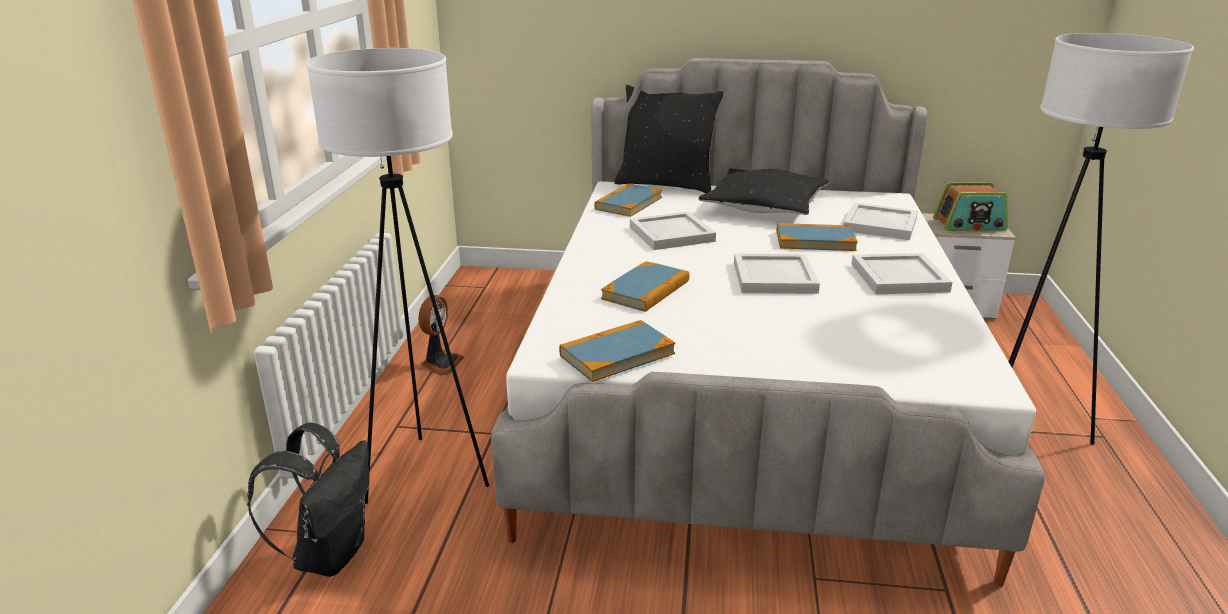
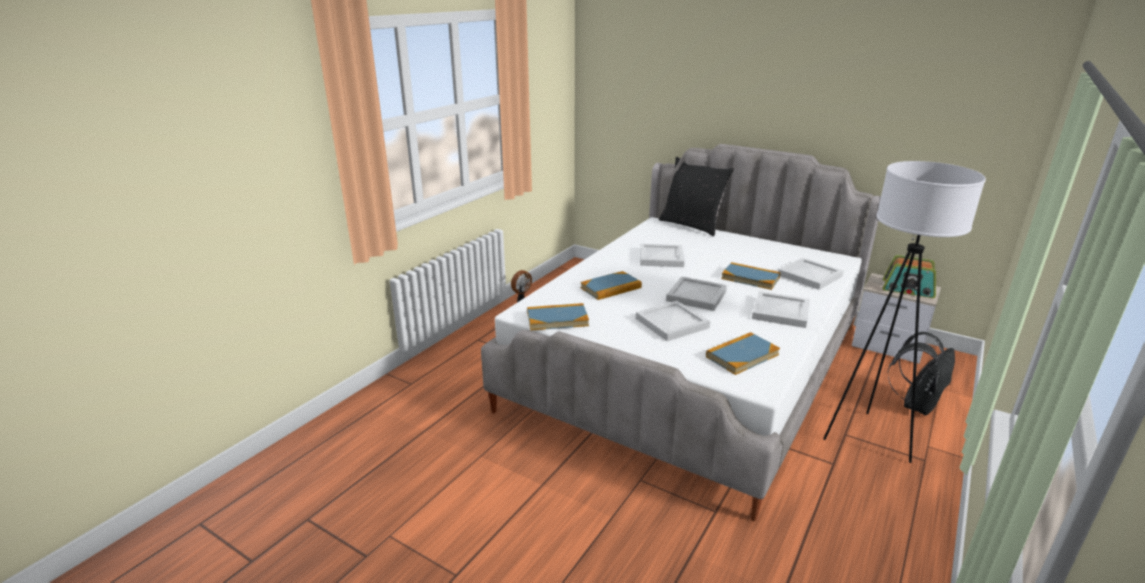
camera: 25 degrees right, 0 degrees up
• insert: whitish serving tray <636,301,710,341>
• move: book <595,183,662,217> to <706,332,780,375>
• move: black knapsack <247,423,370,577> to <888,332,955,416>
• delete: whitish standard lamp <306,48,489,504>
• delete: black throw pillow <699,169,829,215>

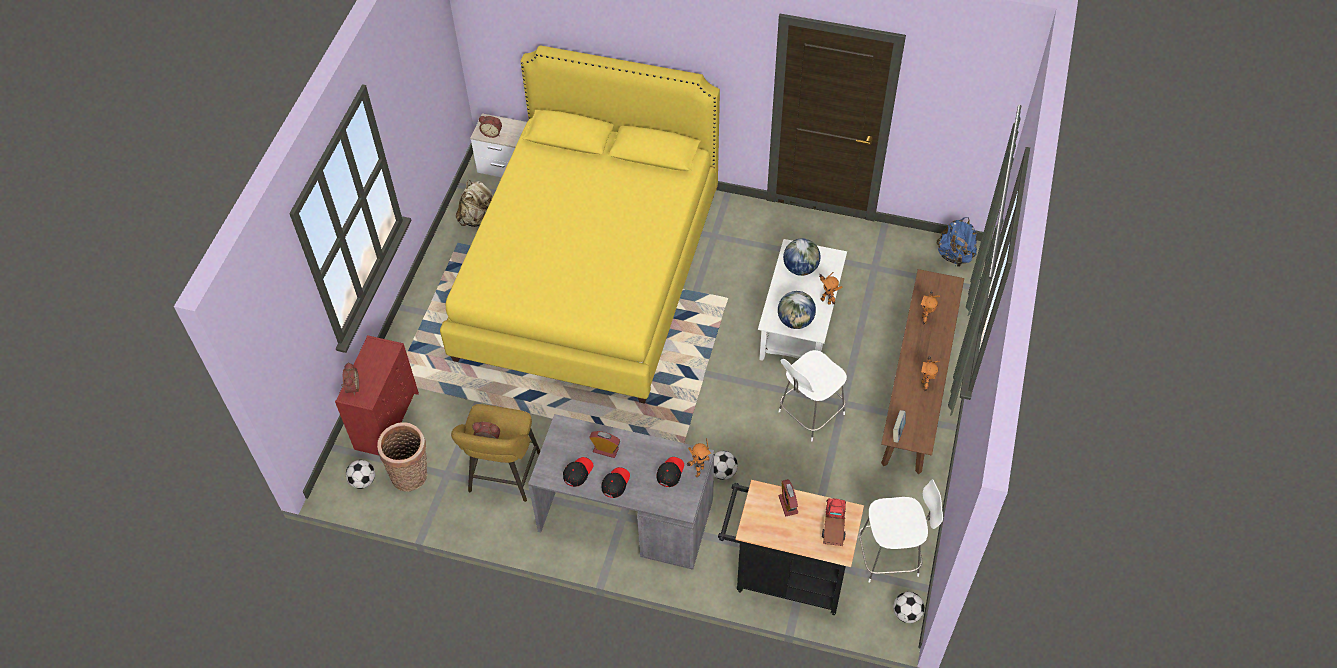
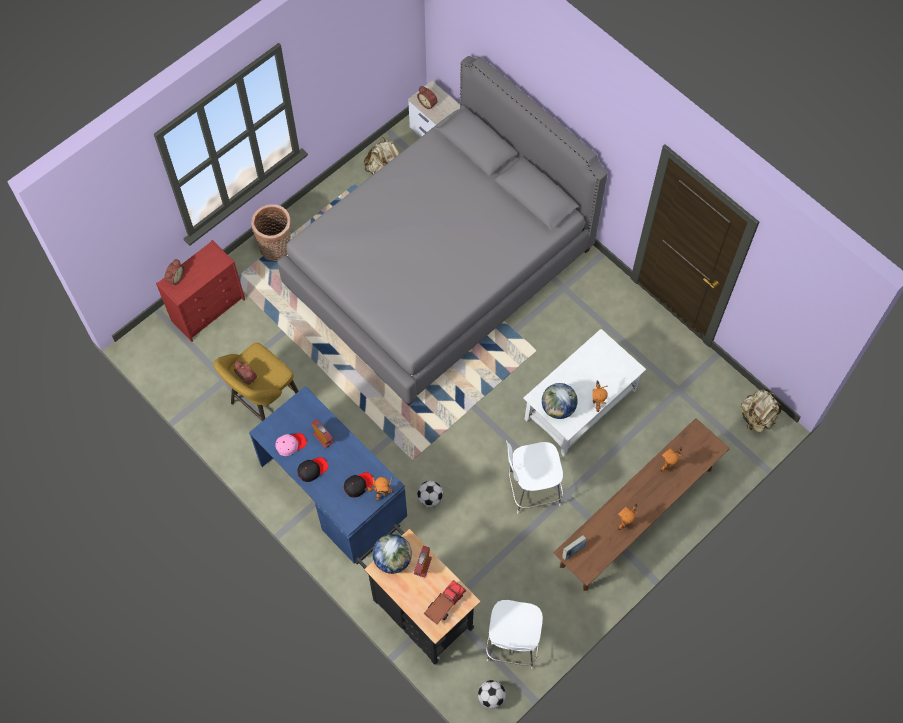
camera: 30 degrees right, 10 degrees up
• recolor: greyish desk <528,414,714,570> to blue-coloured desk <249,386,407,563>
• move: storage basket <377,422,427,492> to <251,204,291,261>
• recolor: black baseball cap <563,457,594,487> to pink-coloured baseball cap <275,433,307,456>
• recolor: yellow-coloured sleeping bed <440,45,720,404> to greyish sleeping bed <277,56,608,406>
• move: globe <783,238,821,276> to <372,534,412,574>
• rotate: whitish upright chair <858,479,943,583> = <486,600,543,669> 75 degrees clockwise
• recolor: blue-coloured knapsack <937,217,977,266> to sand-coloured knapsack <741,389,782,432>
• delete: ball for football <346,460,375,489>

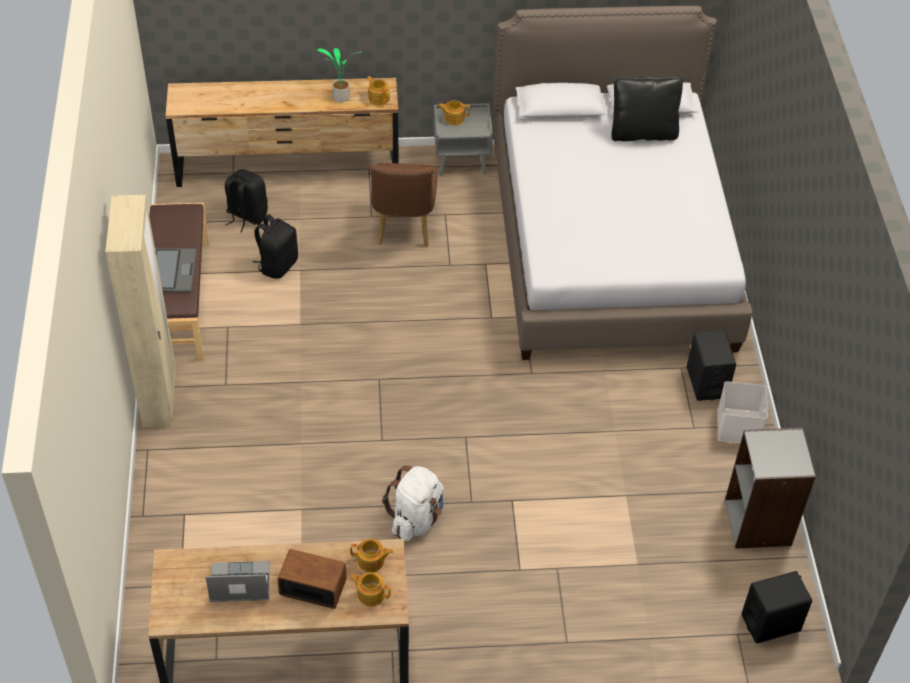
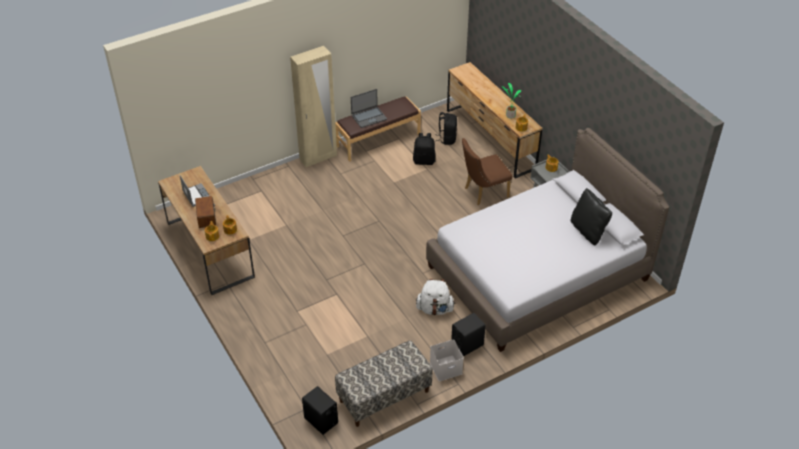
camera: 65 degrees right, 5 degrees down
• replace: greyish shelving unit <725,427,816,549> to bench <335,340,433,427>
• move: whitish knapsack <382,466,444,541> to <416,279,455,315>

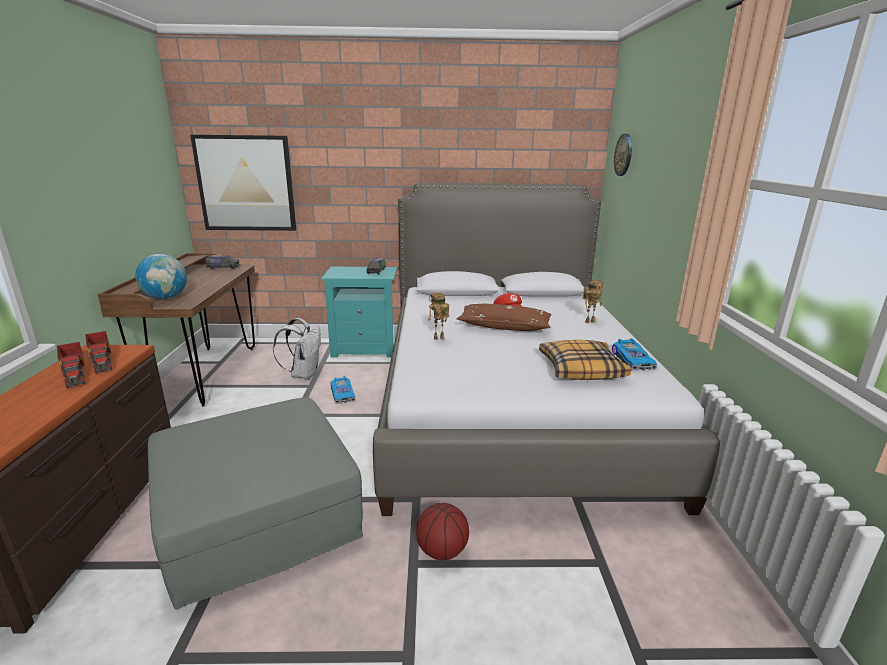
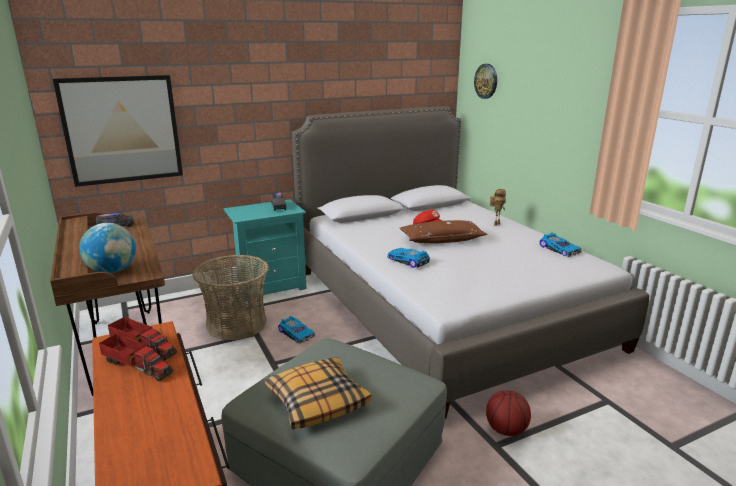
camera: 25 degrees left, 0 degrees up
• replace: whitish knapsack <273,318,321,380> to storage basket <192,255,269,340>
• move: throw pillow <539,340,632,380> to <265,358,371,429>
• replace: robot figure <428,292,449,340> to toy car <387,248,430,268>

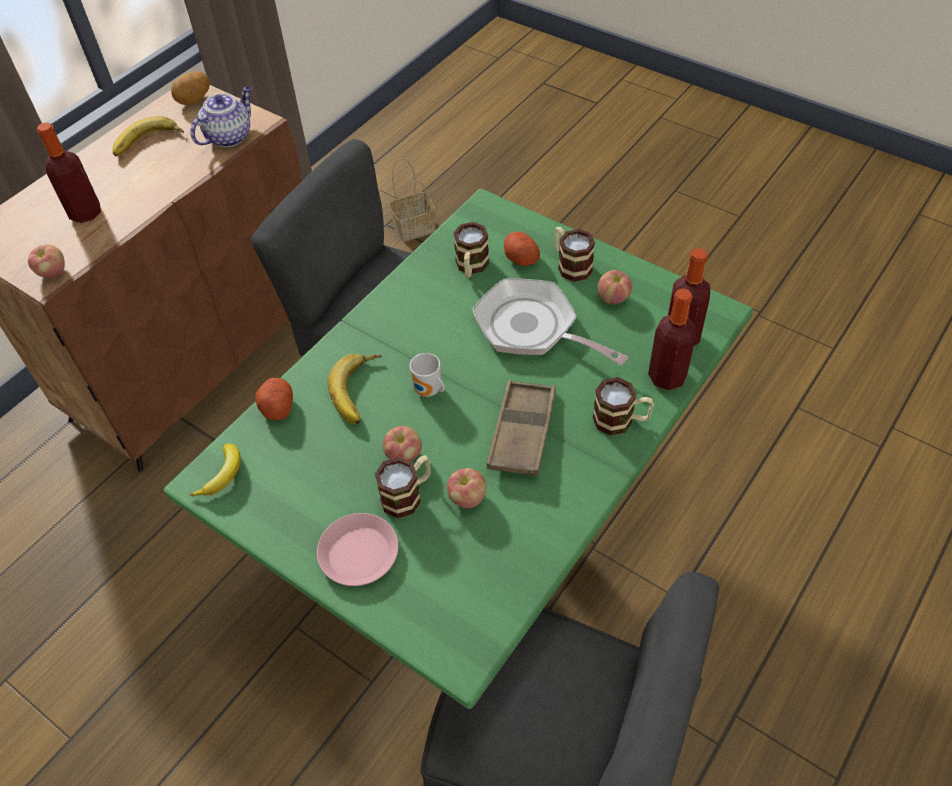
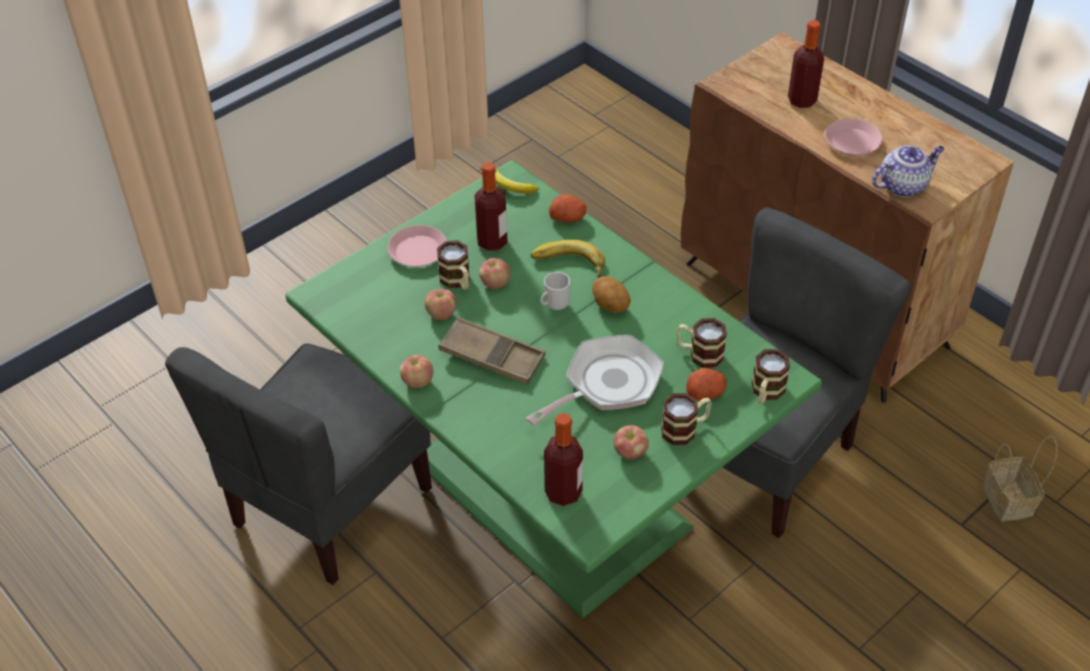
camera: 100 degrees right, 5 degrees down
• move: whole apple <28,245,65,278> to <400,355,433,388>
• move: beverage bottle <648,288,697,390> to <474,162,508,251>
• move: whole potato <171,71,210,105> to <592,276,631,313>
• move: mug <593,377,654,436> to <752,349,790,404>
• insert: pink-coloured plate <825,118,882,156>
• rotate: pot for tea <190,86,252,147> = <872,145,945,197> 75 degrees counterclockwise
• delete: banana <113,116,184,157>

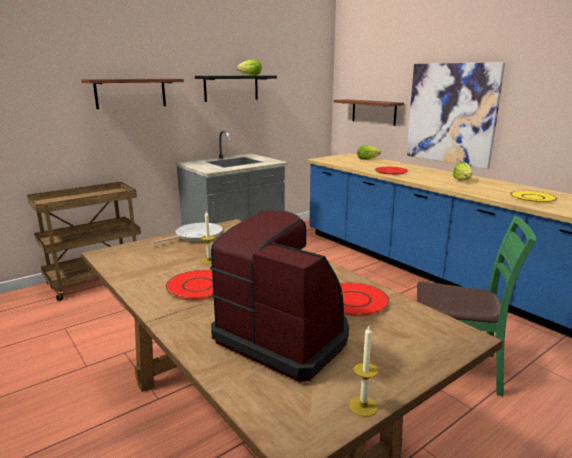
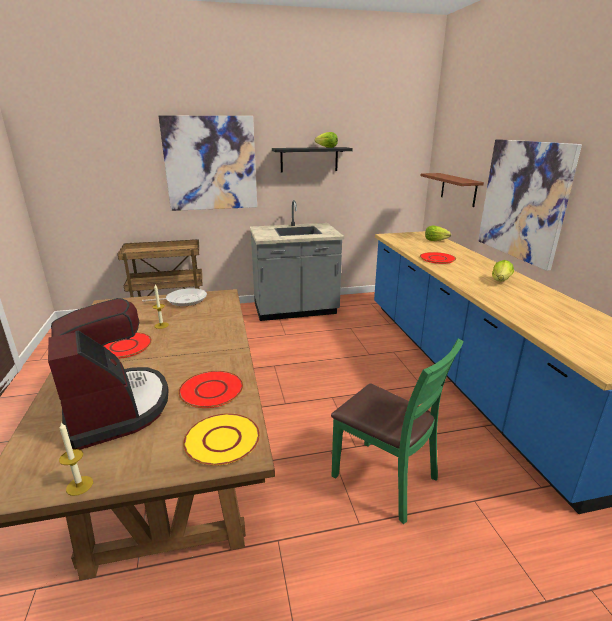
camera: 25 degrees right, 5 degrees up
• replace: brown bracket shelf <81,79,184,109> to wall art <159,116,257,211>
• move: yellow-coloured plate <510,191,557,203> to <183,413,260,465>

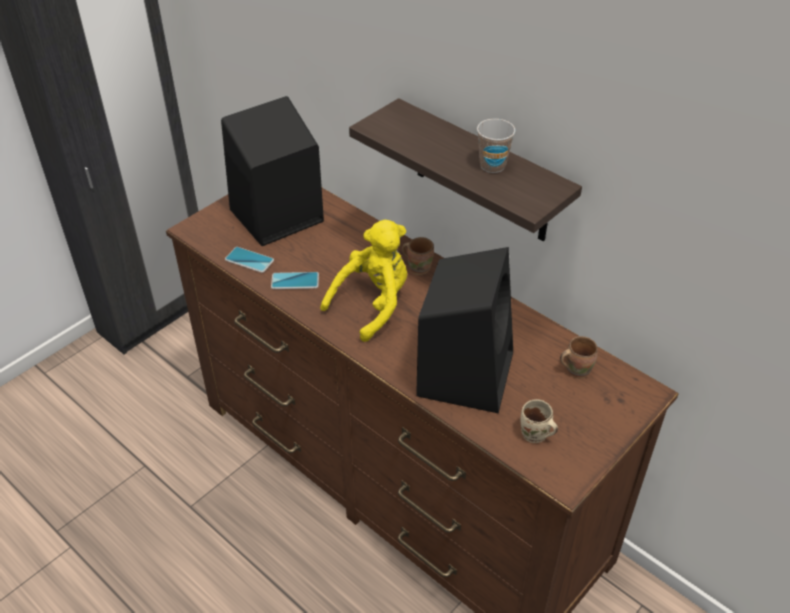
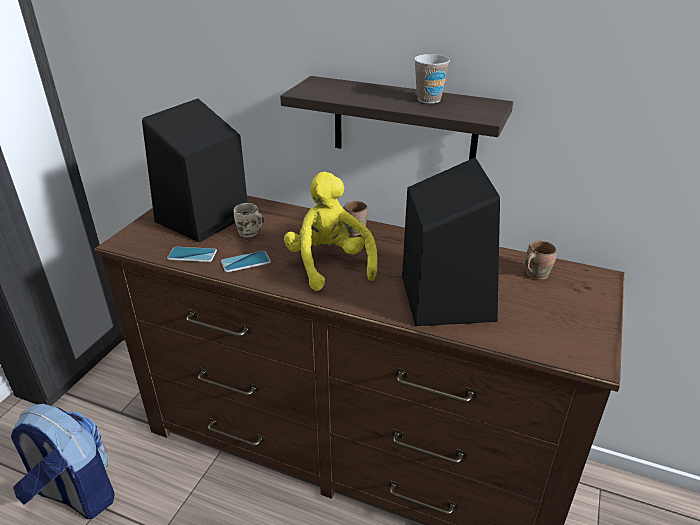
camera: 20 degrees left, 10 degrees down
• insert: knapsack <11,404,115,519>
• move: sand-coloured mug <520,399,558,443> to <234,203,264,238>
• rotate: yellow-coloured plush toy <320,219,407,342> = <284,172,377,291> 45 degrees counterclockwise

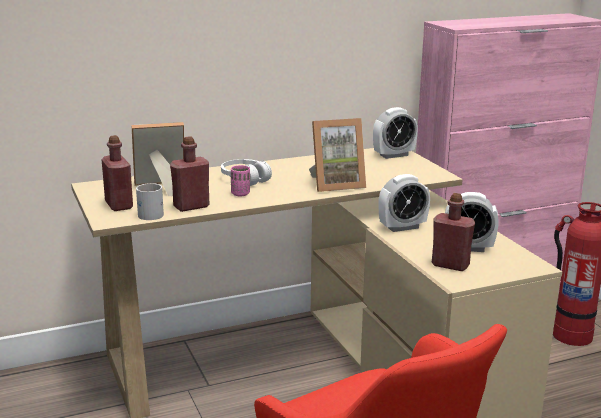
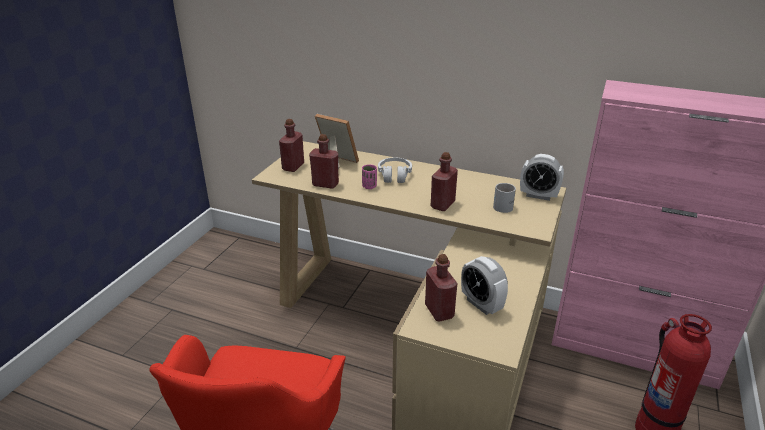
camera: 45 degrees right, 10 degrees up
• replace: photo frame <309,118,366,192> to red-coloured beverage bottle <431,152,458,211>
• move: whitish mug <136,183,164,220> to <493,183,516,213>
• delete: bedside clock <378,174,430,232>

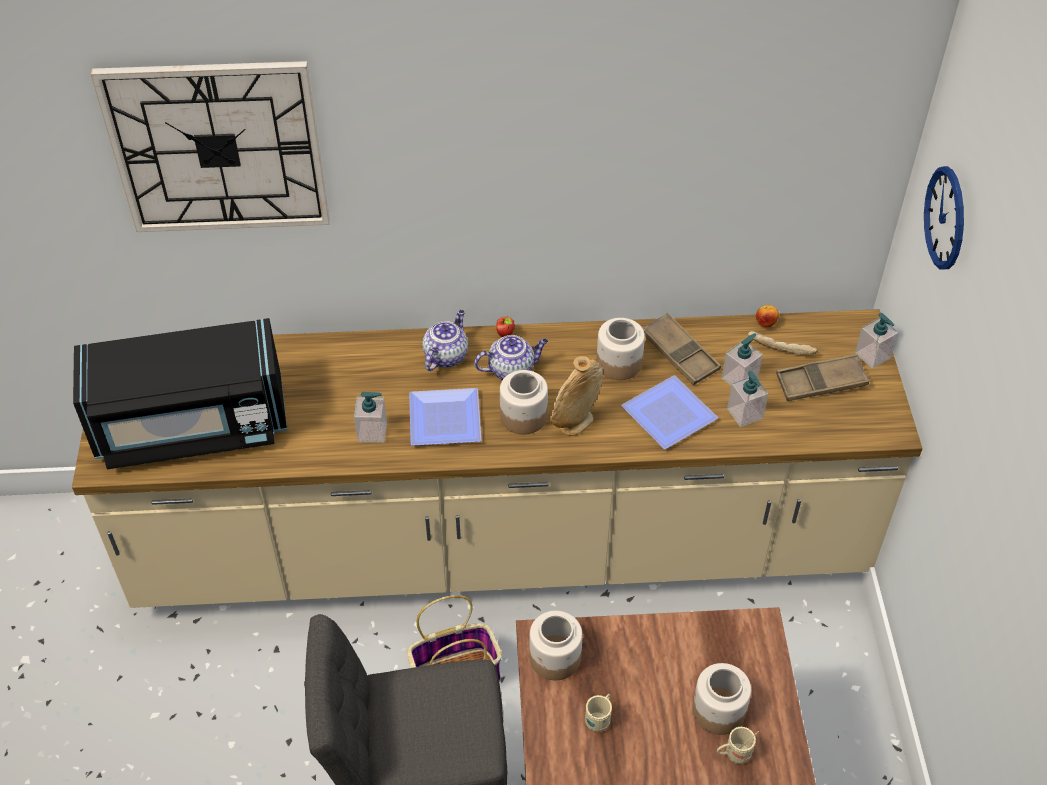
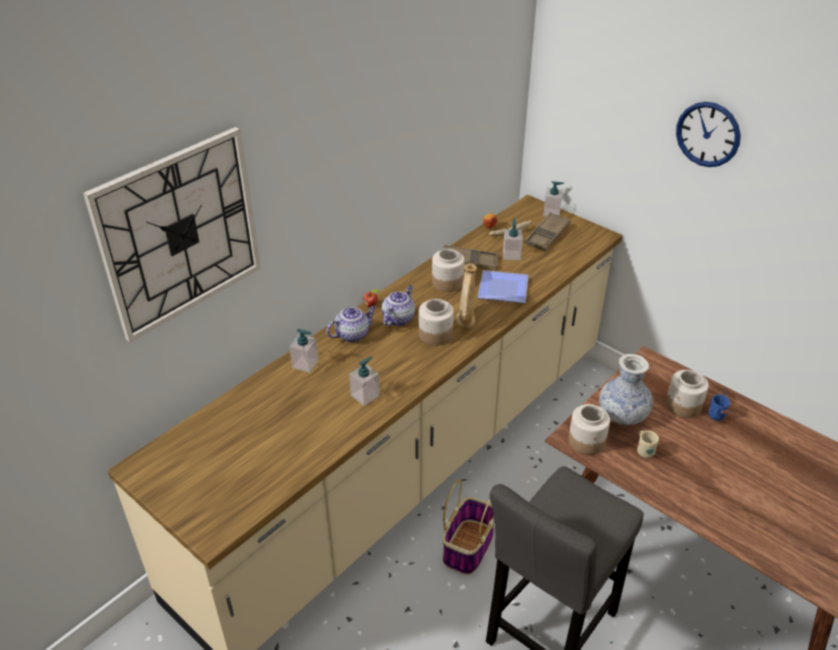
camera: 45 degrees left, 10 degrees down
• move: soap dispenser <727,371,768,427> to <289,329,319,373>
• rotate: pot for tea <422,310,468,371> = <326,306,376,342> 75 degrees clockwise
• insert: vase <599,354,653,425>
• move: wall clock <924,166,964,269> to <676,102,741,167>
• recolor: sand-coloured mug <717,727,759,764> to blue-coloured mug <708,390,730,421>
• delete: black microwave oven <73,318,287,469>
• delete: plate <409,388,482,446>

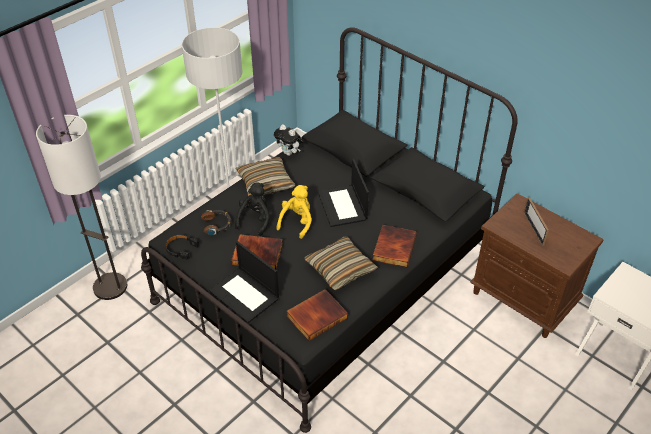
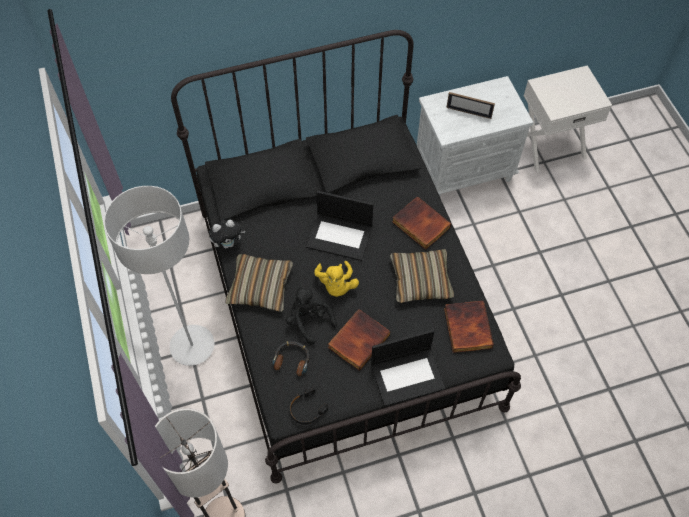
camera: 60 degrees left, 15 degrees up
• rotate: yellow-coloured plush toy <276,185,312,239> = <314,261,359,297> 150 degrees counterclockwise
• recolor: brown bedside table <470,193,603,338> to whitish bedside table <417,76,534,196>

